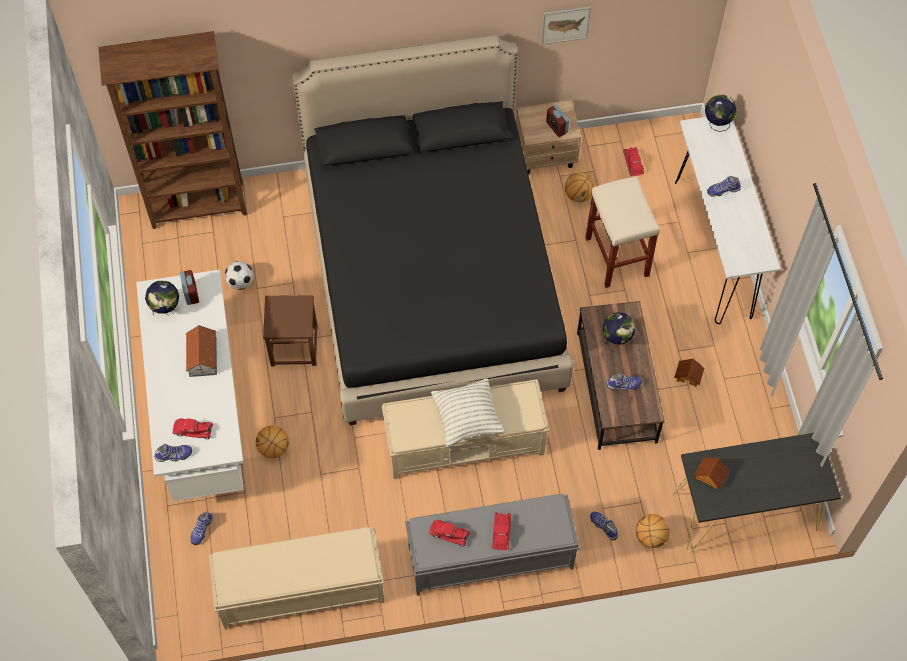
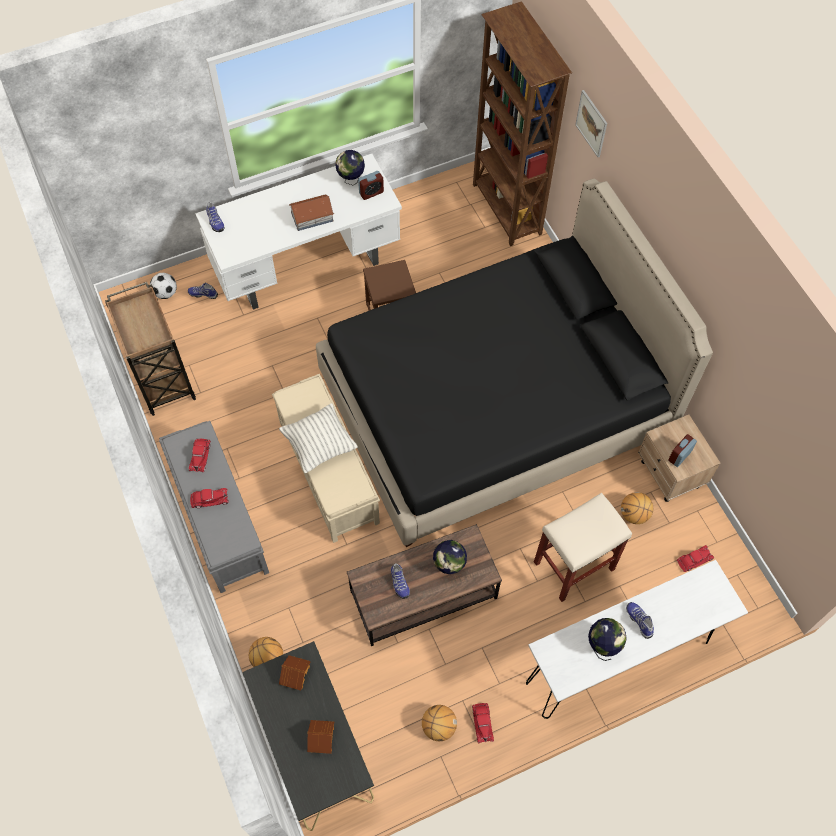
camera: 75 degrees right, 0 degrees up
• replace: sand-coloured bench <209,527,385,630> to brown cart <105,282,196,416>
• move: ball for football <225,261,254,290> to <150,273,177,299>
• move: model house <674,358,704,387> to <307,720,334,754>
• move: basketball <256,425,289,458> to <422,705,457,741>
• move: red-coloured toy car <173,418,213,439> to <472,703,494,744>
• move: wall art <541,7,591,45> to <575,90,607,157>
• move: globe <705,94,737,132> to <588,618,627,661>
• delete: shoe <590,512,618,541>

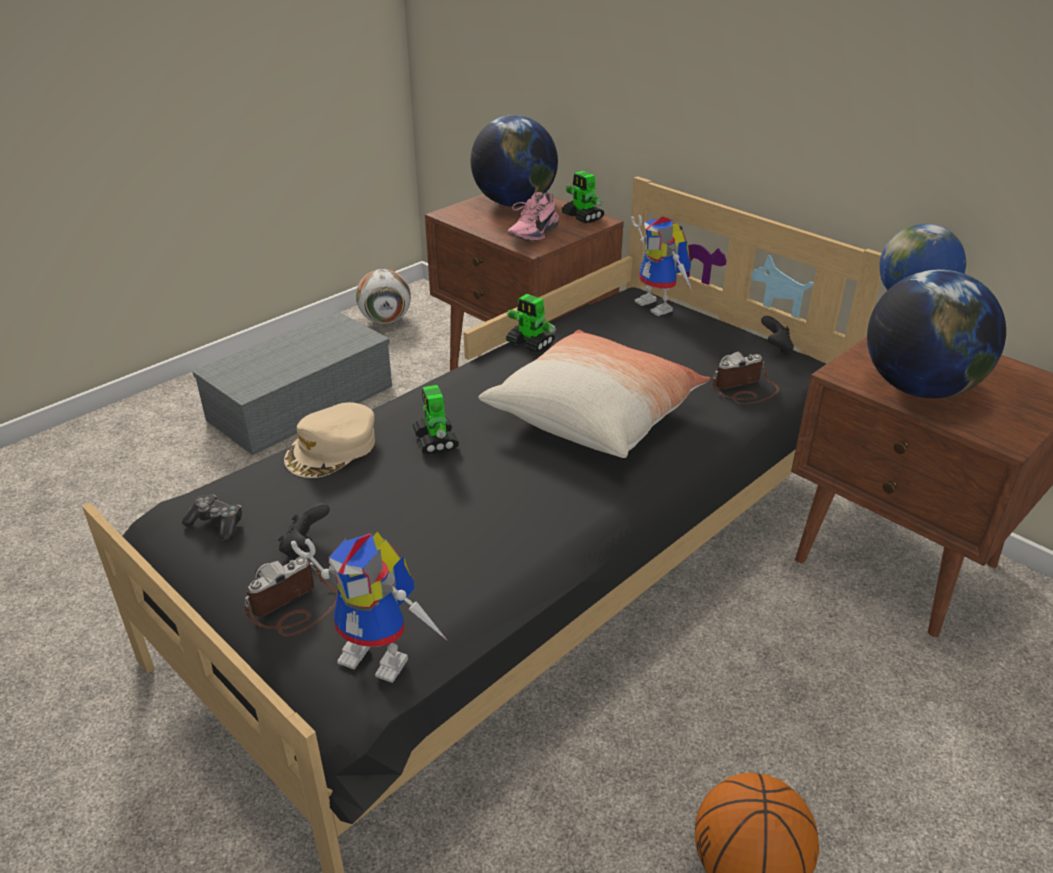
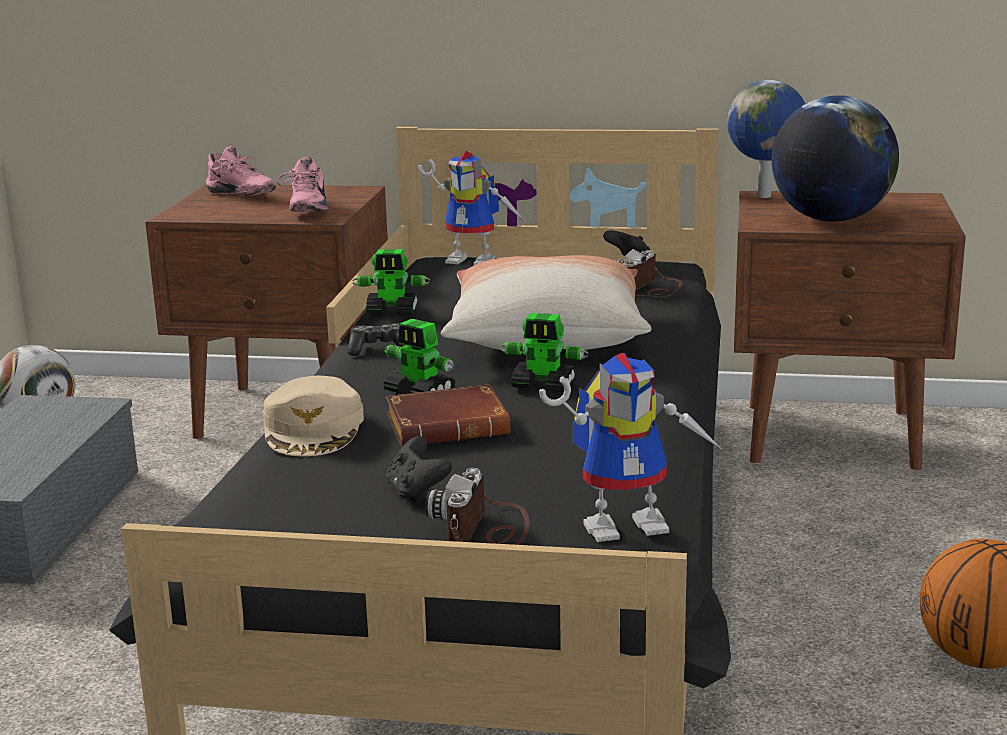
camera: 35 degrees left, 15 degrees down
• replace: globe <471,115,558,207> to pink-coloured shoe <206,146,276,196>
• move: joypad <182,495,242,542> to <347,323,405,356>
• insert: brown book <386,384,511,447>
• move: robot figure <562,171,604,224> to <500,313,589,393>

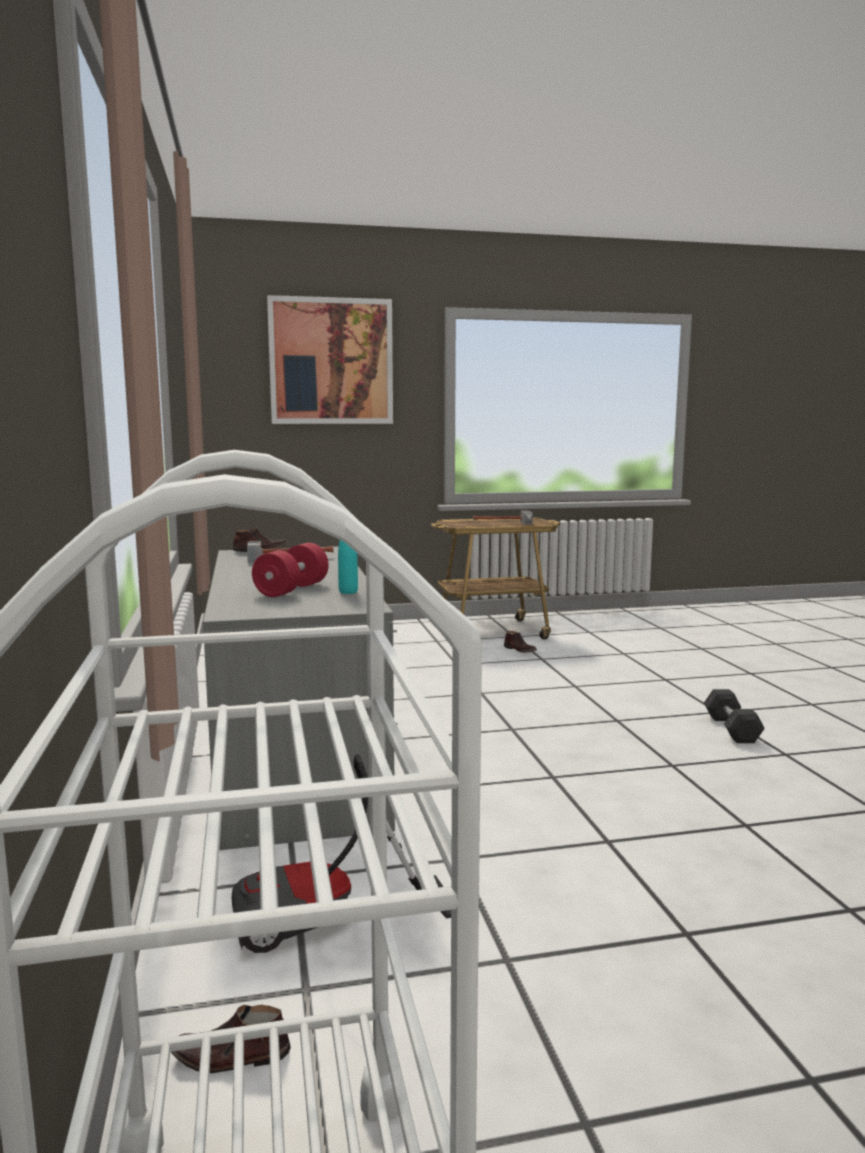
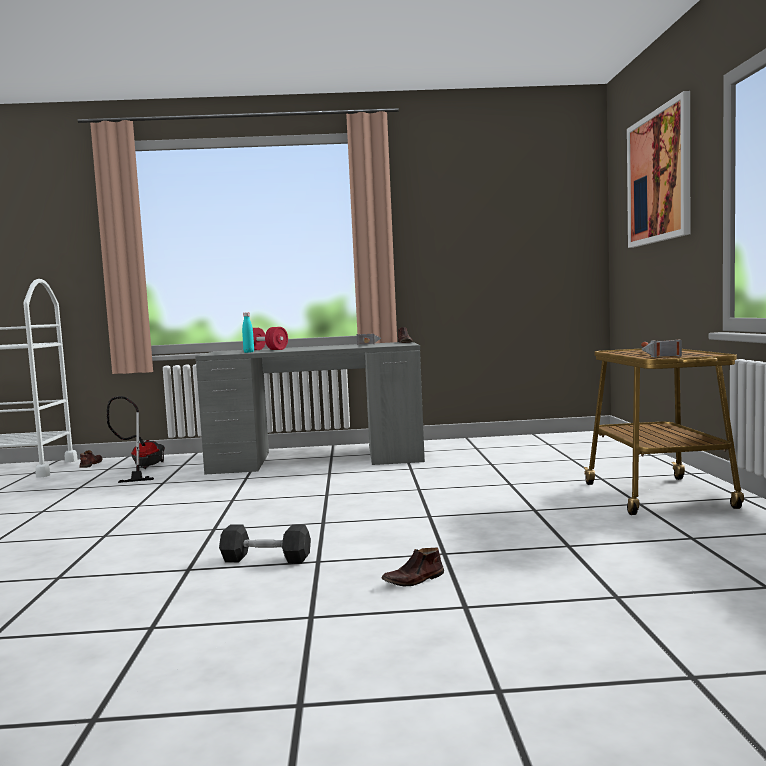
camera: 100 degrees right, 5 degrees down
• move: brown shoe <504,631,537,653> to <381,547,444,587>

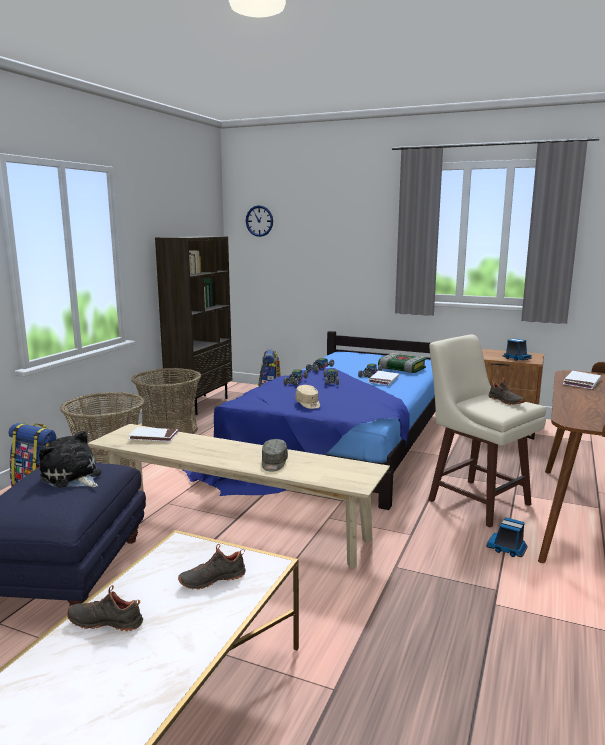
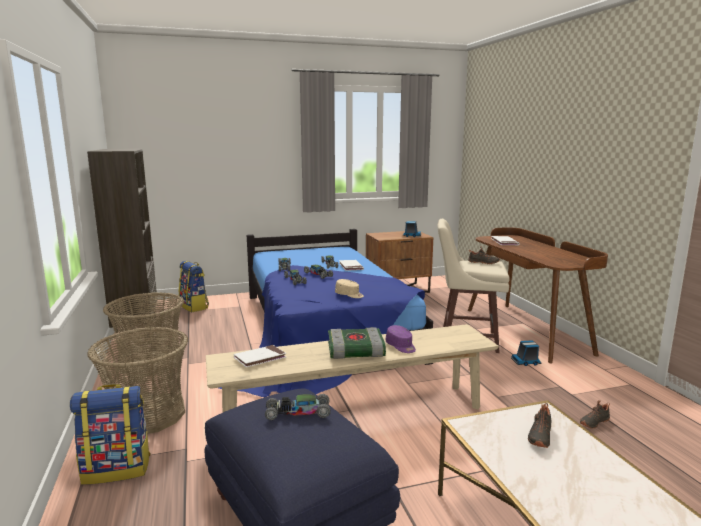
camera: 40 degrees left, 0 degrees up
• replace: plush toy <39,431,101,488> to toy car <265,394,331,420>
• move: book <378,353,427,373> to <328,327,386,359>
• recolor: greyish baseball cap <262,439,288,471> to purple baseball cap <386,325,416,353>
• move: black shoe <67,585,143,631> to <580,400,610,428>
• delete: wall clock <246,205,273,237>

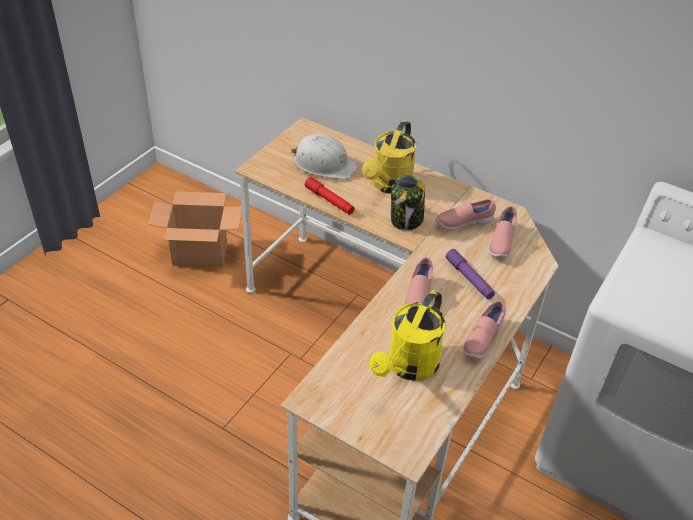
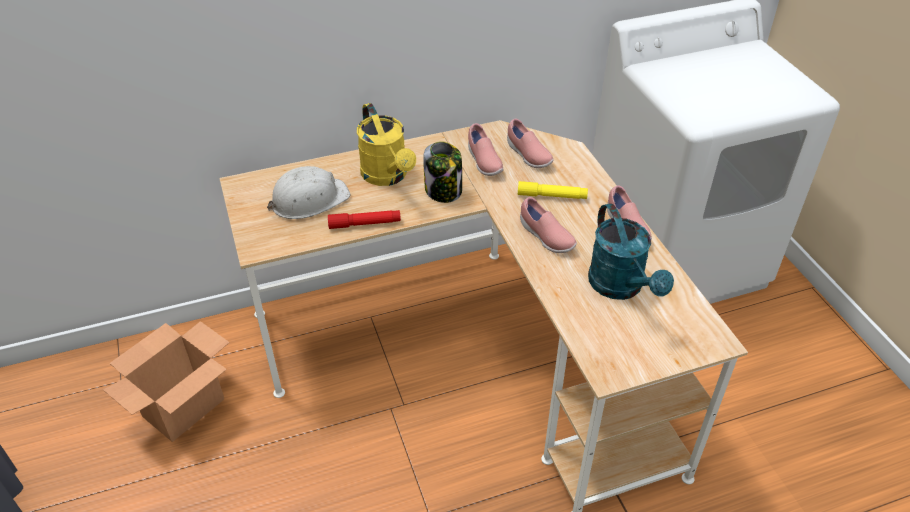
camera: 50 degrees left, 0 degrees up
• rotate: pink-coloured shoe <435,198,496,231> = <468,123,504,176> 45 degrees counterclockwise
• recolor: purple flashlight <446,249,495,299> to yellow-coloured flashlight <518,181,588,199>
• recolor: yellow-coloured sprinkling can <370,290,446,381> to turquoise sprinkling can <588,203,674,300>

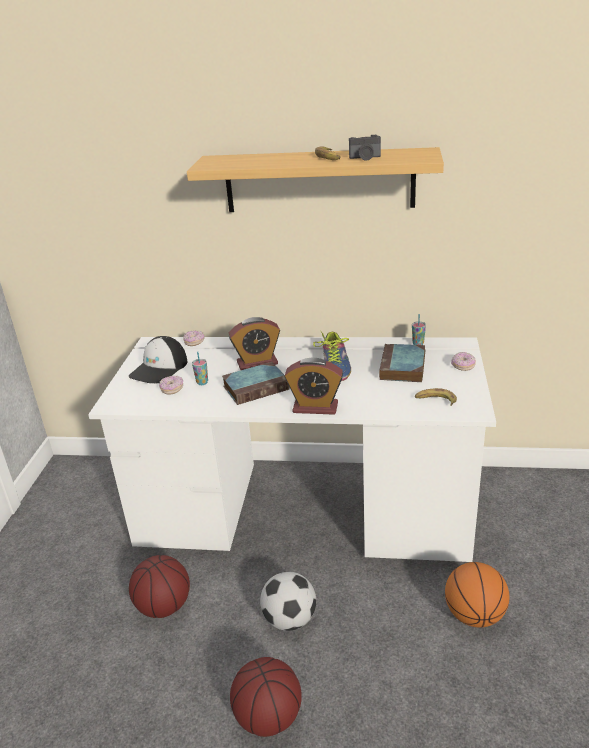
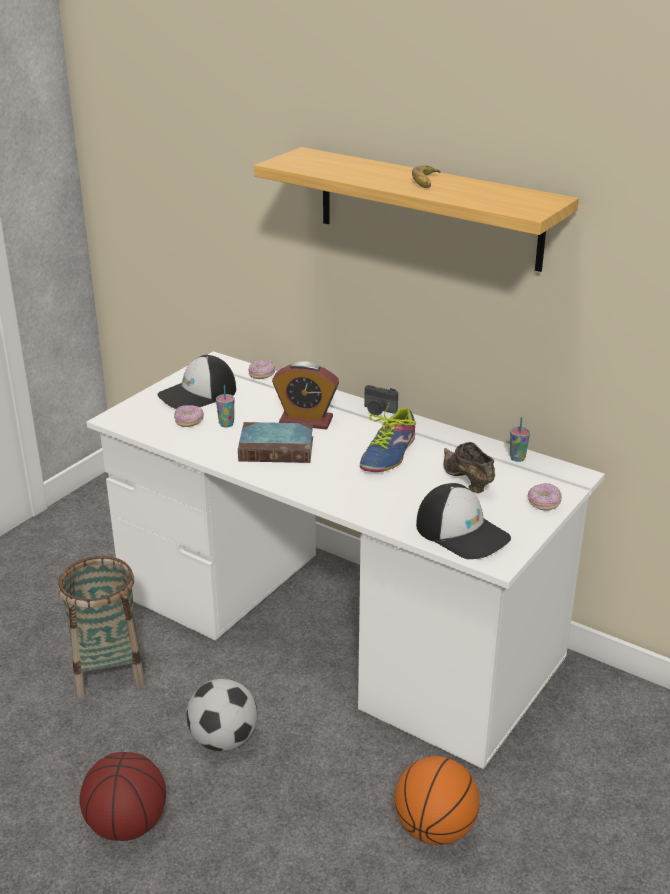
camera: 25 degrees right, 0 degrees up
• replace: basketball <129,555,190,618> to storage basket <58,556,145,698>
• move: still camera <349,135,381,161> to <364,385,398,415>
• replace: banana <415,388,457,406> to baseball cap <416,483,511,559>
• replace: book <379,344,425,382> to brown shoe <443,442,495,493>
• delete: bedside clock <285,357,343,415>

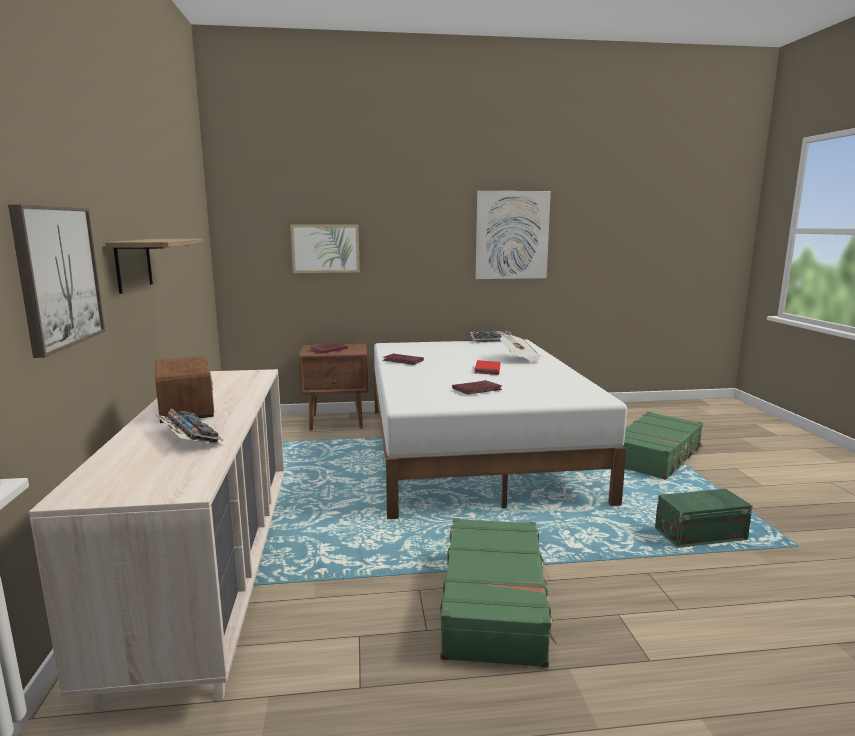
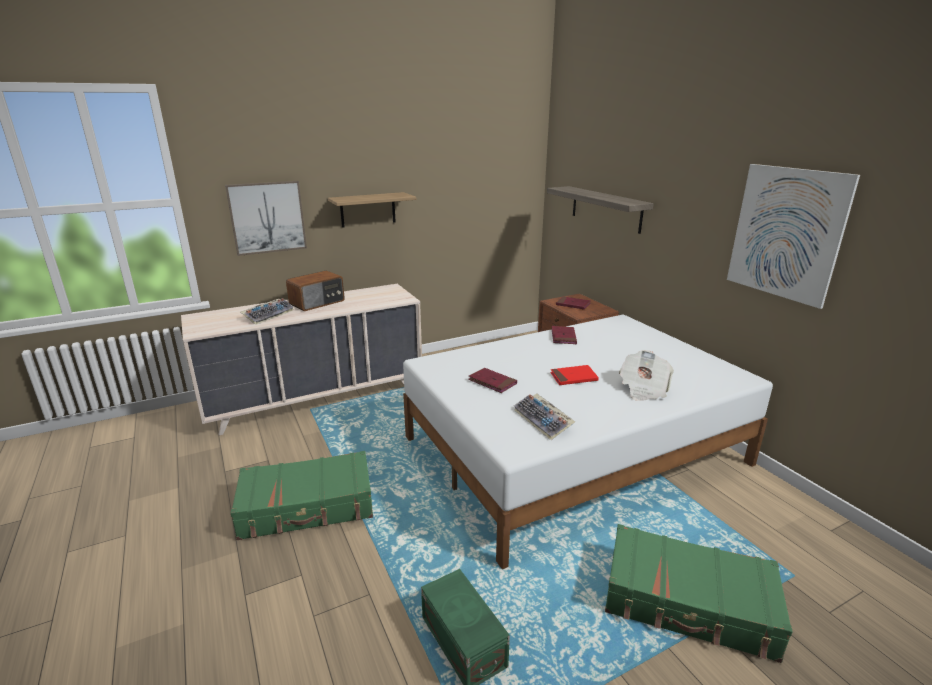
camera: 70 degrees right, 10 degrees up
• move: keyboard <470,330,512,343> to <514,393,575,440>
• replace: wall art <290,224,360,273> to bracket shelf <547,186,654,234>

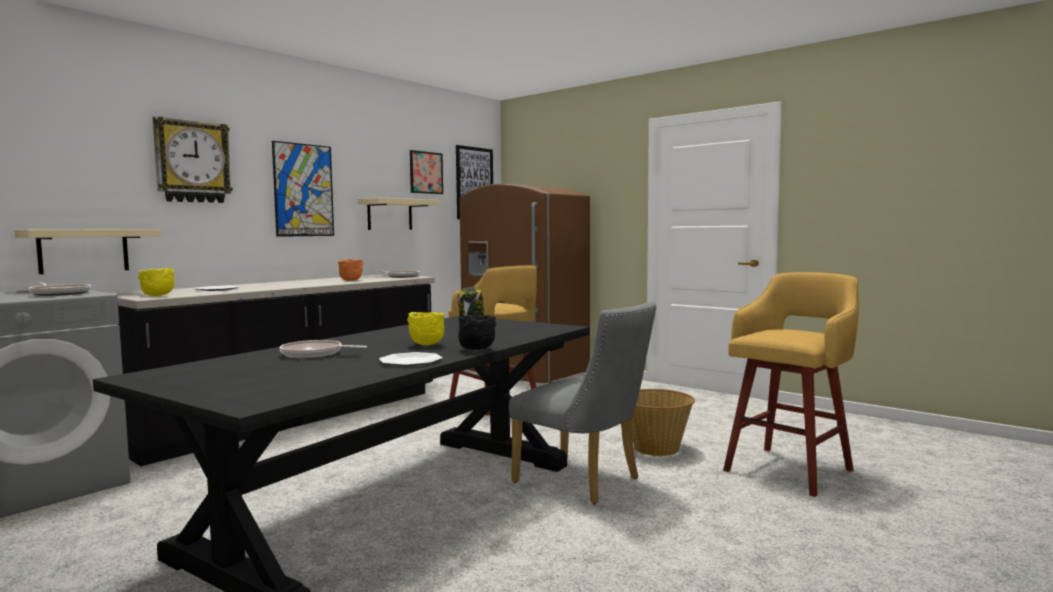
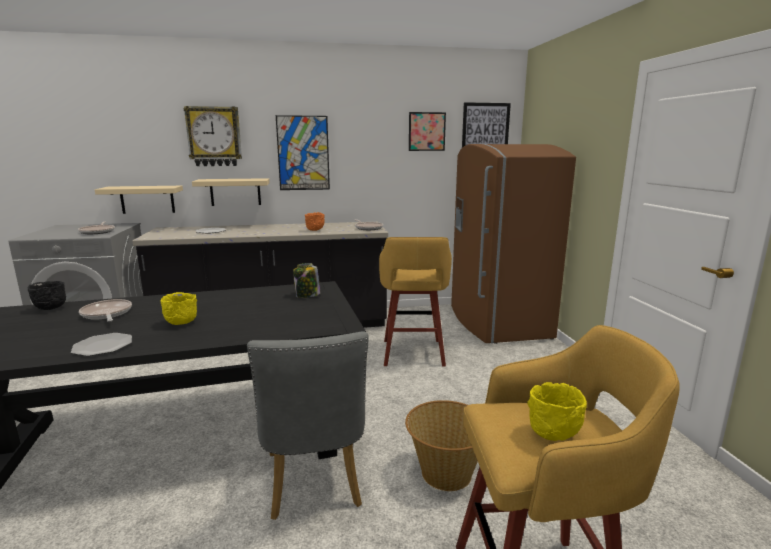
camera: 40 degrees right, 10 degrees up
• move: black bowl <458,315,496,350> to <28,281,66,310>
• move: sand-coloured bracket shelf <358,197,441,230> to <192,178,270,206>
• move: yellow-coloured bowl <138,268,175,296> to <527,382,587,441>

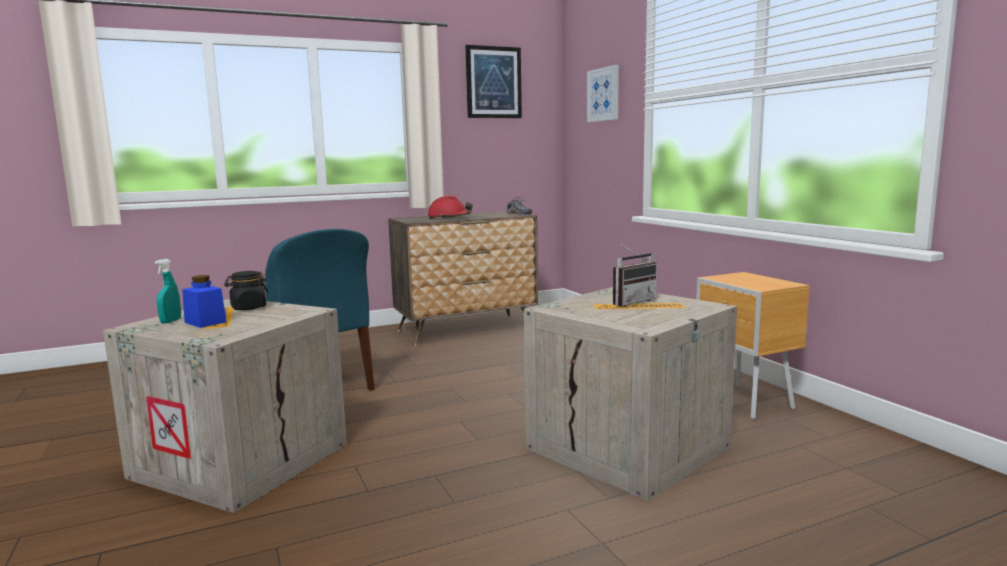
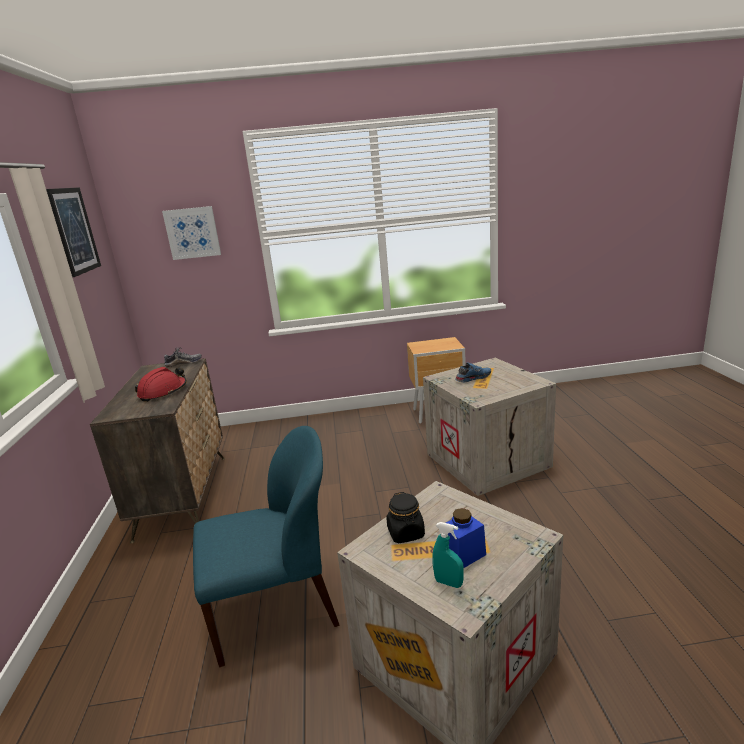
camera: 70 degrees left, 10 degrees up
• replace: radio set <613,241,657,306> to blue-coloured shoe <455,362,491,382>

